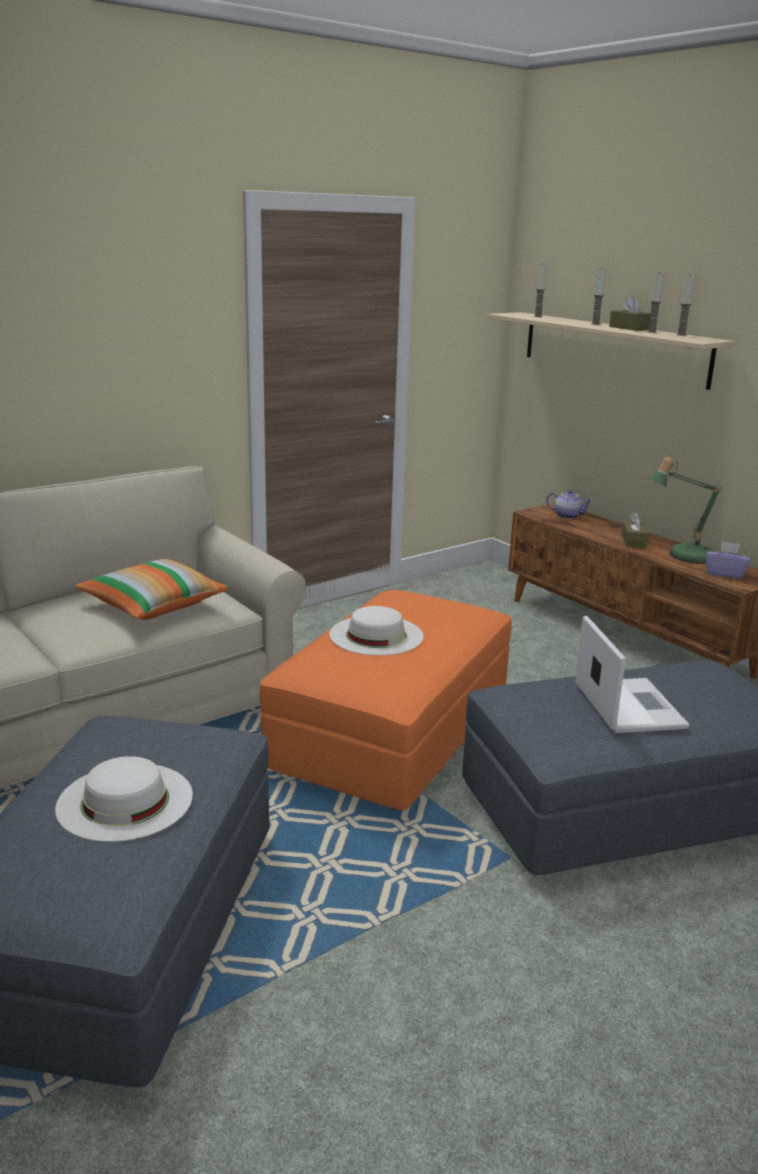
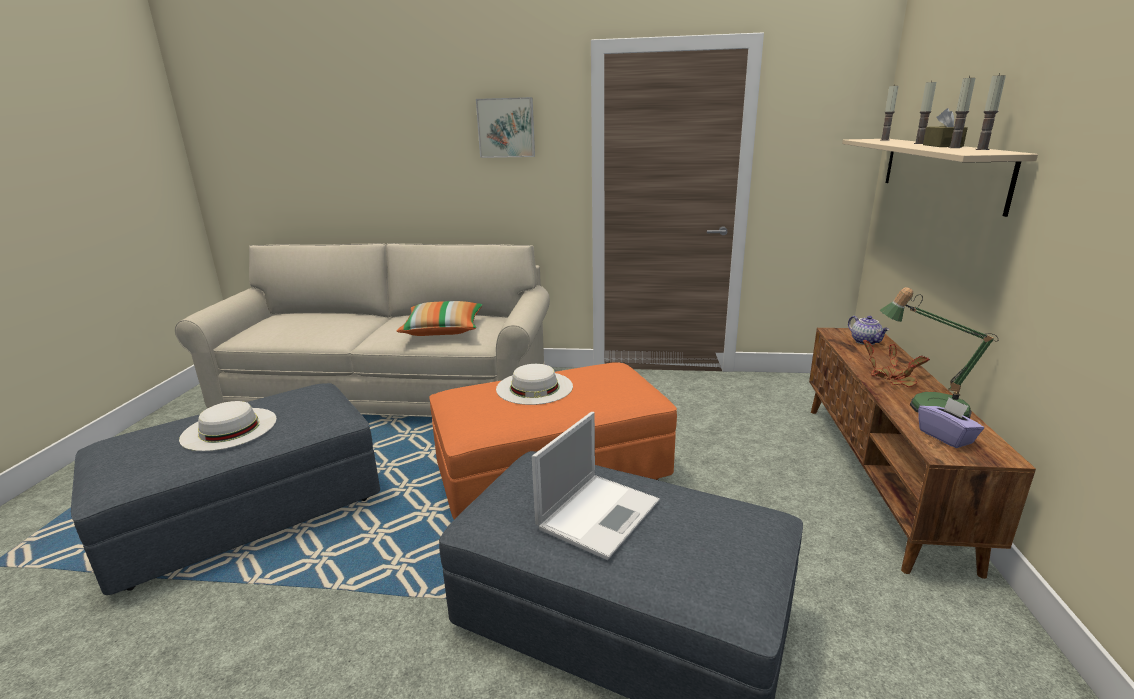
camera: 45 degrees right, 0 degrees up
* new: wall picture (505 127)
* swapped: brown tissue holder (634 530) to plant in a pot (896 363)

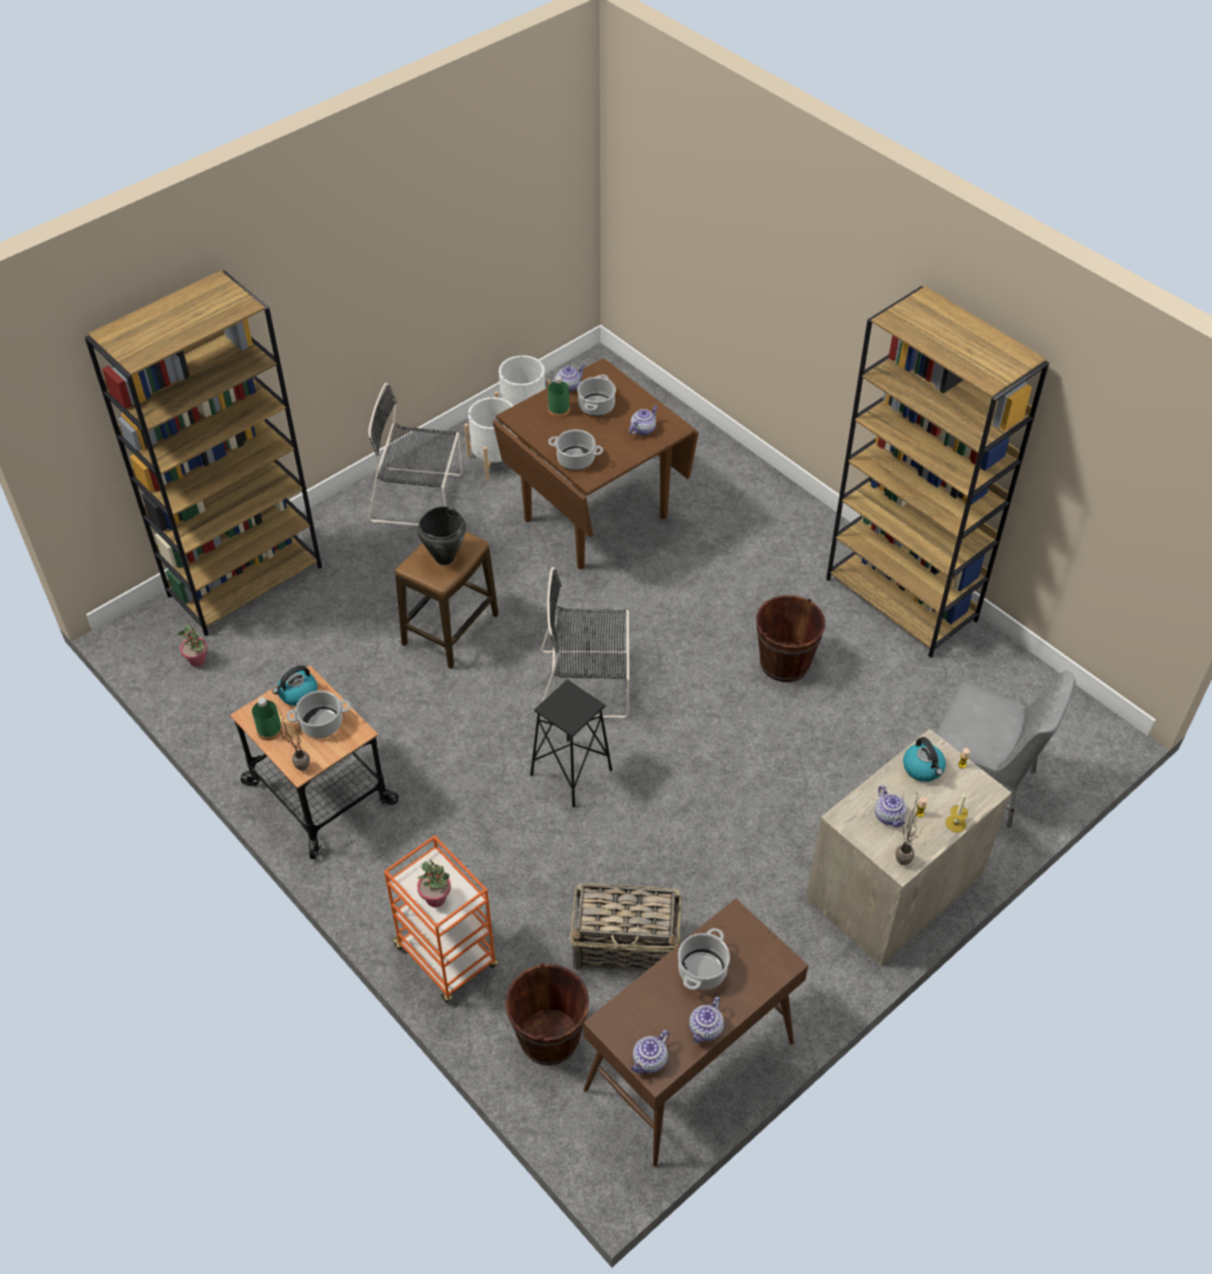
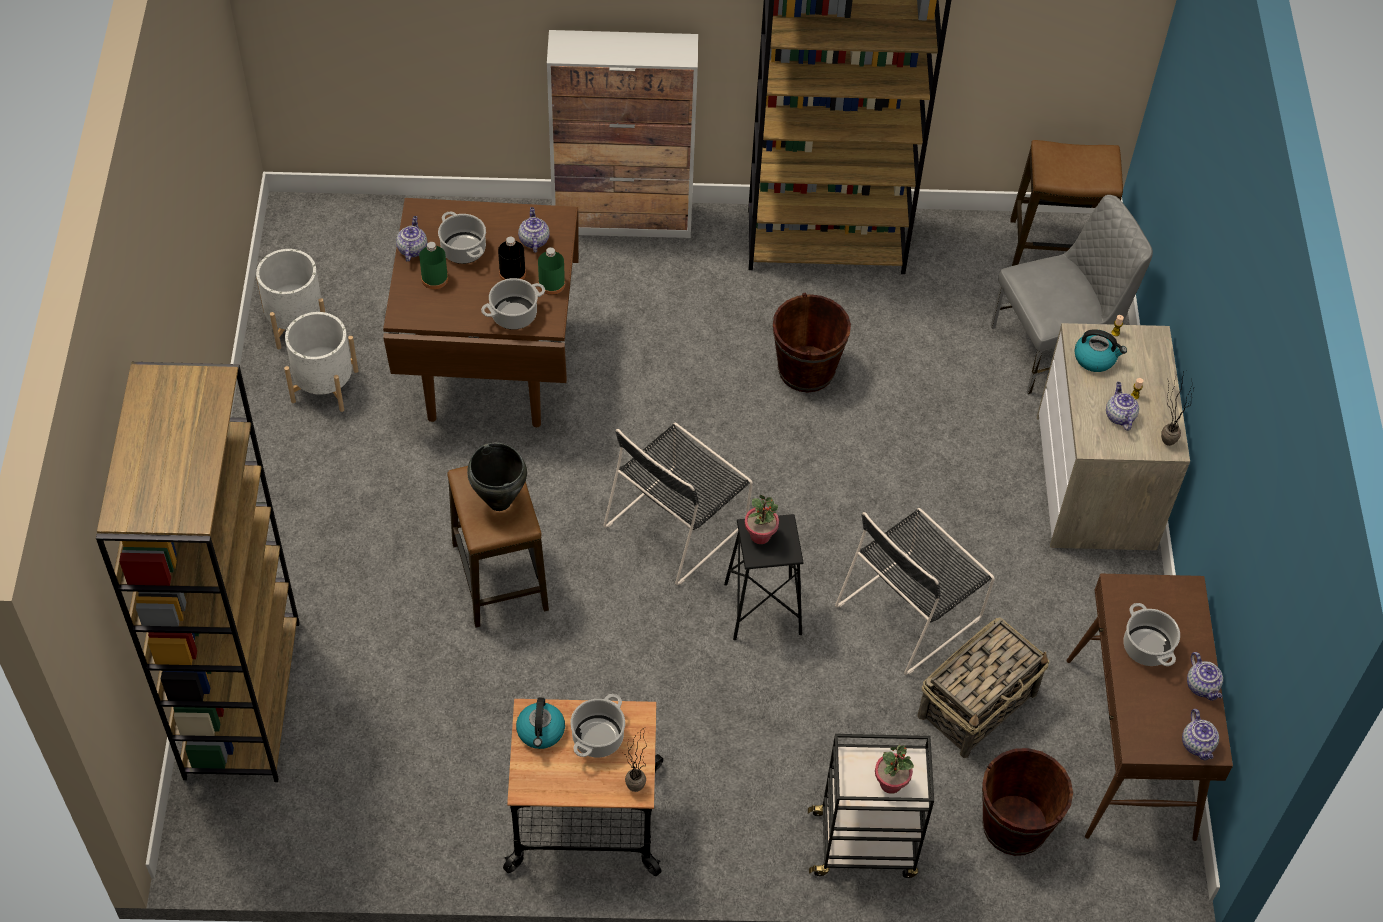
camera: 50 degrees left, 5 degrees up
* new: black beverage bottle (512 258)
* shifted: green-coloured beverage bottle (267 719) to (551 271)
* new: storage cabinet (622 134)
* shifted: plant in a pot (193 646) to (762 519)
* repainted: orange-coloured trolley (441 919) to black trolley (871 806)
* shifted: black upright chair (415 454) to (915 591)
* new: sitting stool (1066 203)
* rotated: pot for tea (891 806) = (1122 406) 120 degrees counterclockwise
* gone: wax candle (956 812)

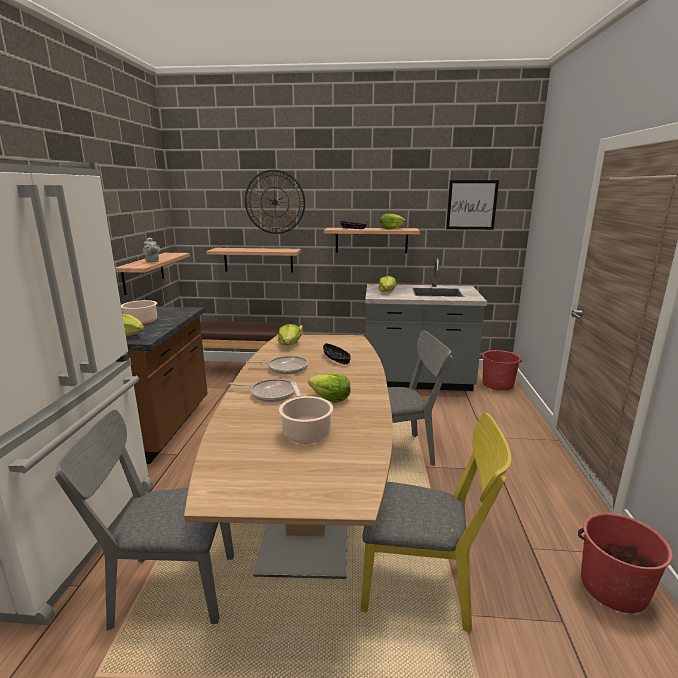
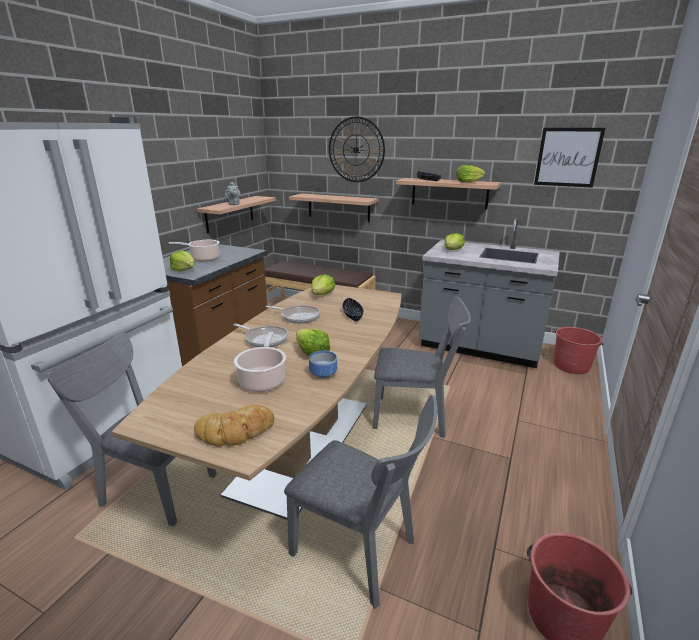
camera: 20 degrees right, 5 degrees up
* new: bread (234 425)
* repainted: yellow upright chair (435 524) to greyish upright chair (361 502)
* new: bowl (323 365)

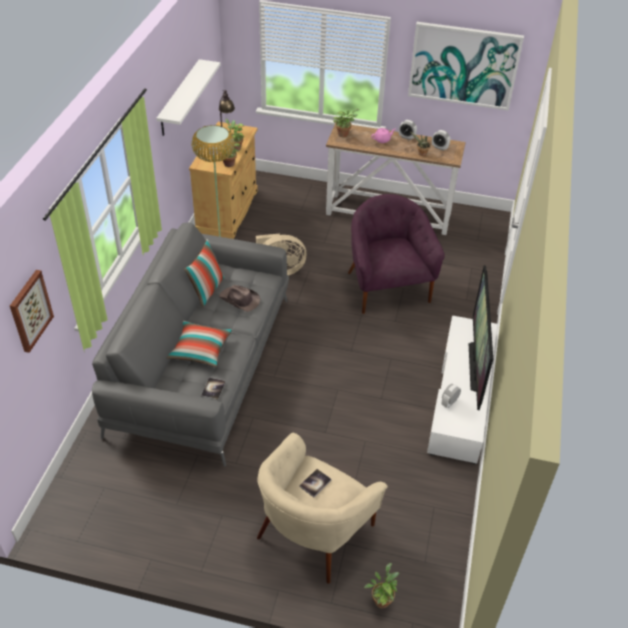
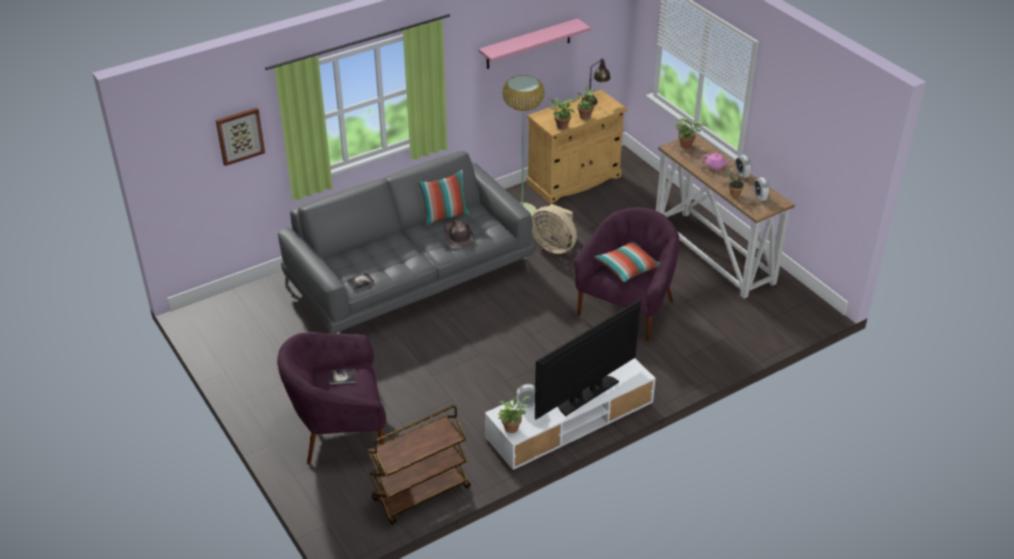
camera: 45 degrees right, 5 degrees down
* repainted: beige-coloured armchair (322 508) to purple-coloured armchair (331 398)
* new: brown trolley (419 465)
* repainted: white shelf (188 97) to pinkish shelf (535 43)
* shifted: plant in a pot (381 585) to (514 414)
* shifted: pillow (199 344) to (627 262)
* gone: wall picture (466 66)

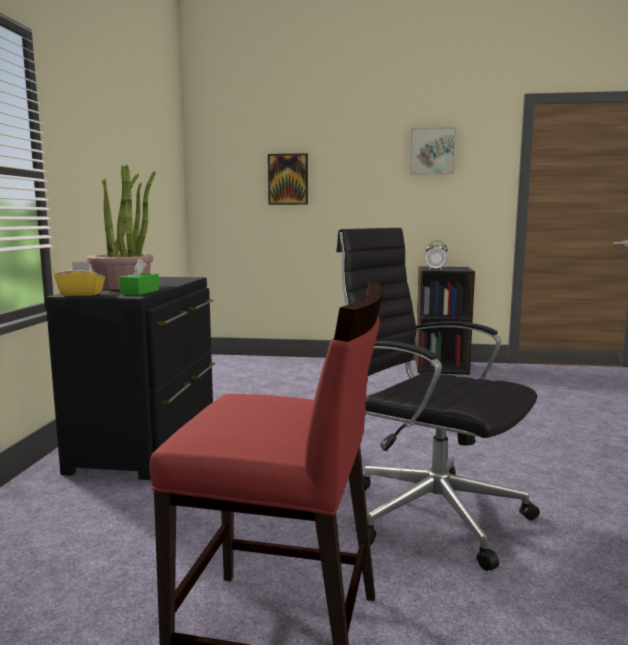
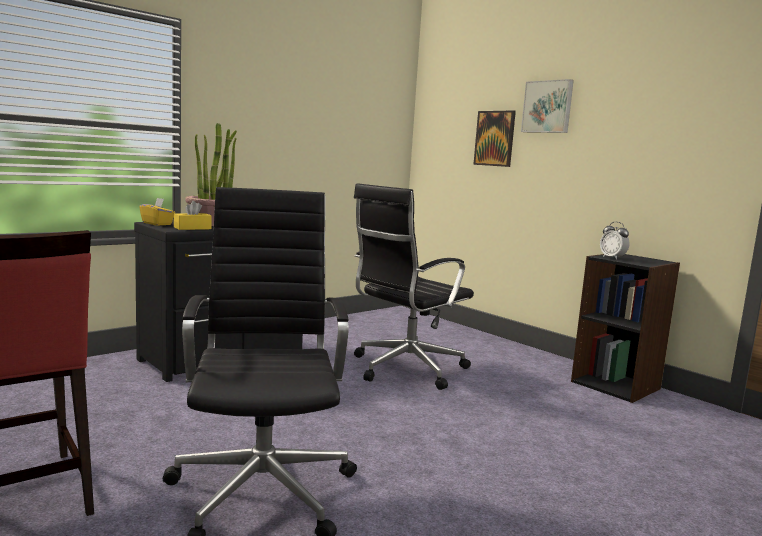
camera: 40 degrees right, 0 degrees up
* repainted: green-coloured tissue holder (139 277) to yellow tissue holder (193 215)
* new: black computer chair (414 286)
* shifted: wall picture (432 150) to (547 106)

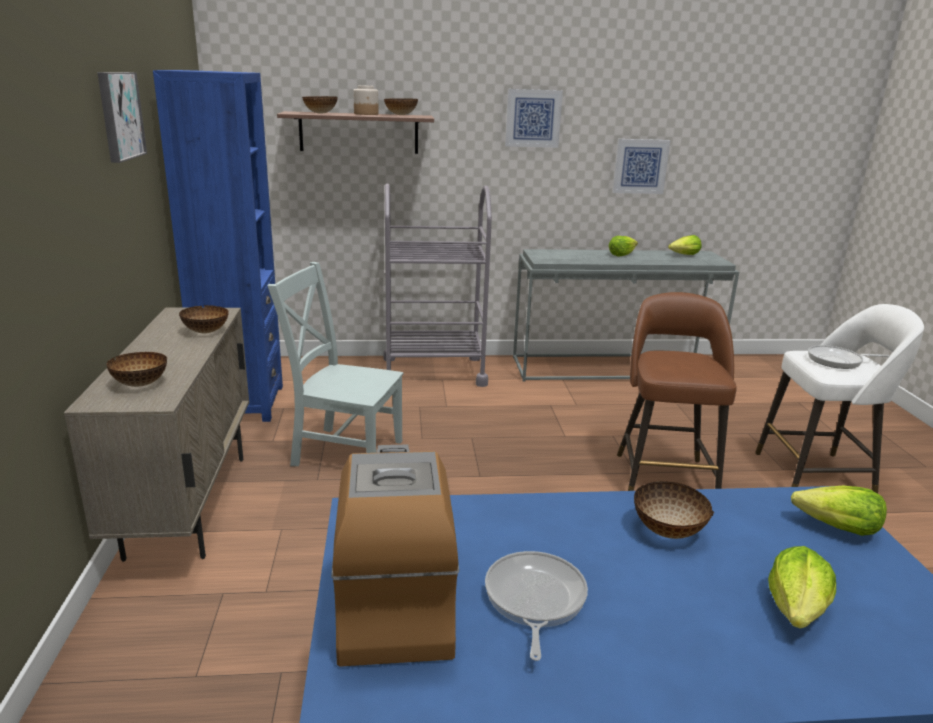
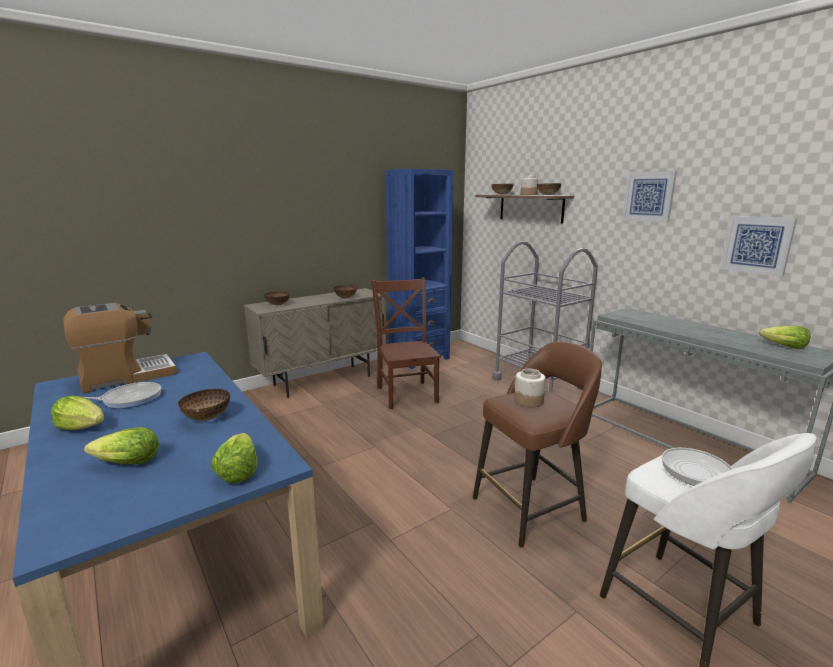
camera: 60 degrees right, 5 degrees down
* shifted: head of lettuce (623 246) to (77 412)
* repainted: greyish upright chair (335 364) to brown upright chair (406 343)
* new: preserve jar (530 388)
* gone: wall picture (122 117)

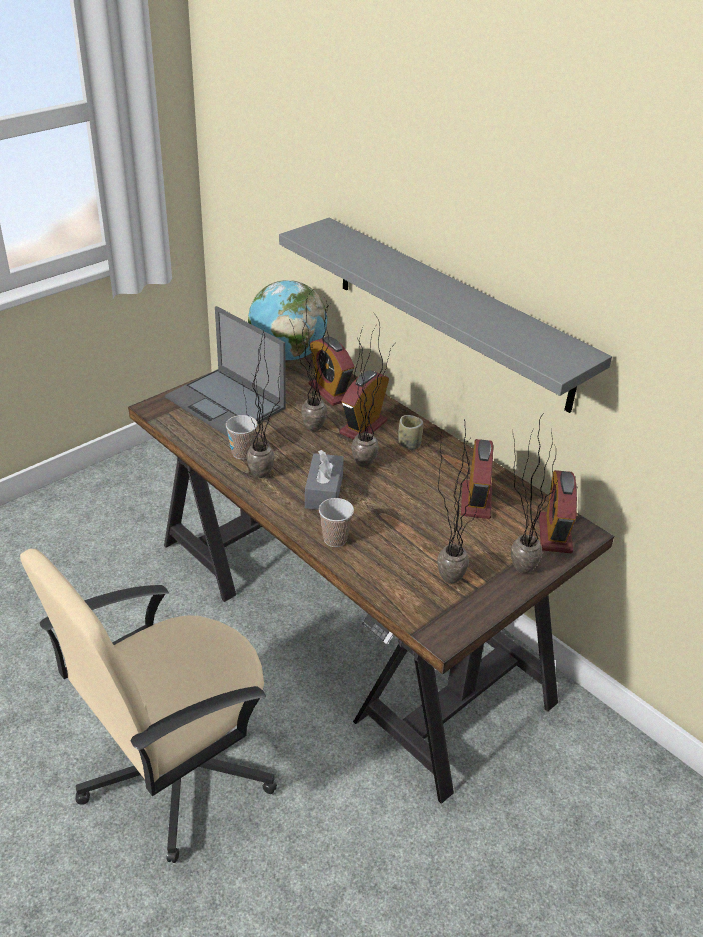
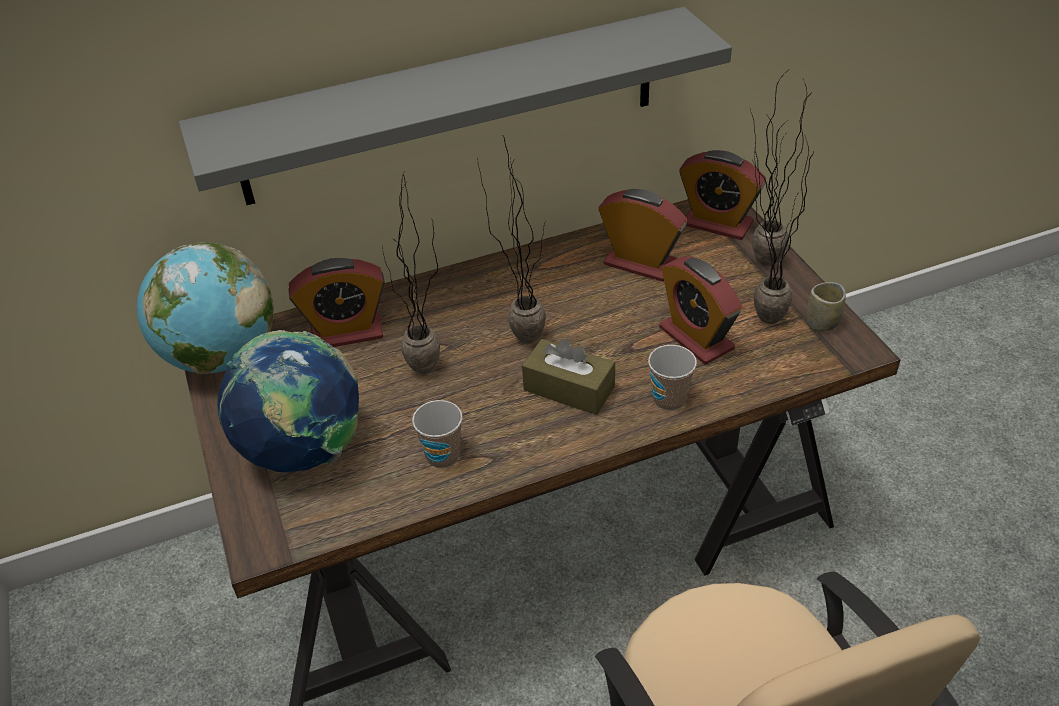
camera: 65 degrees left, 5 degrees up
* swapped: portable computer (225 371) to world globe (288 401)
* repainted: greyish tissue holder (324 480) to brown tissue holder (568 377)
* shifted: bedside clock (364 405) to (700 311)
* shifted: small cup (410 432) to (826 307)
* gone: plant in a pot (261 404)

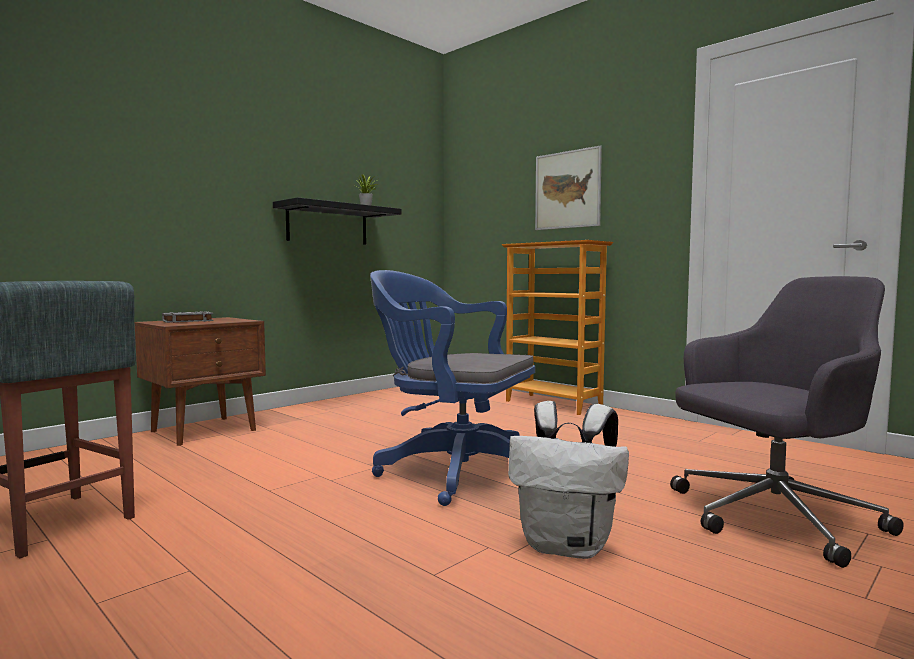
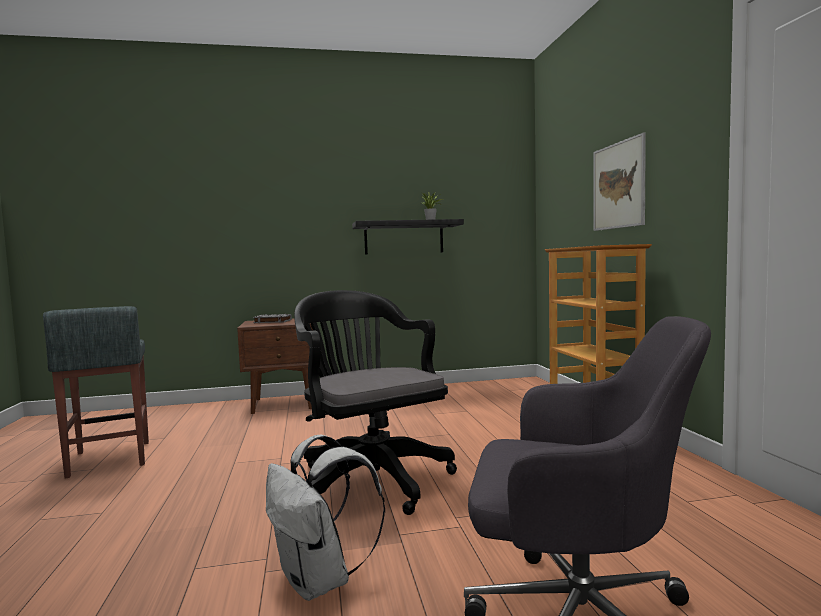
camera: 35 degrees right, 0 degrees up
* repainted: blue computer chair (452 388) to black computer chair (375 402)

